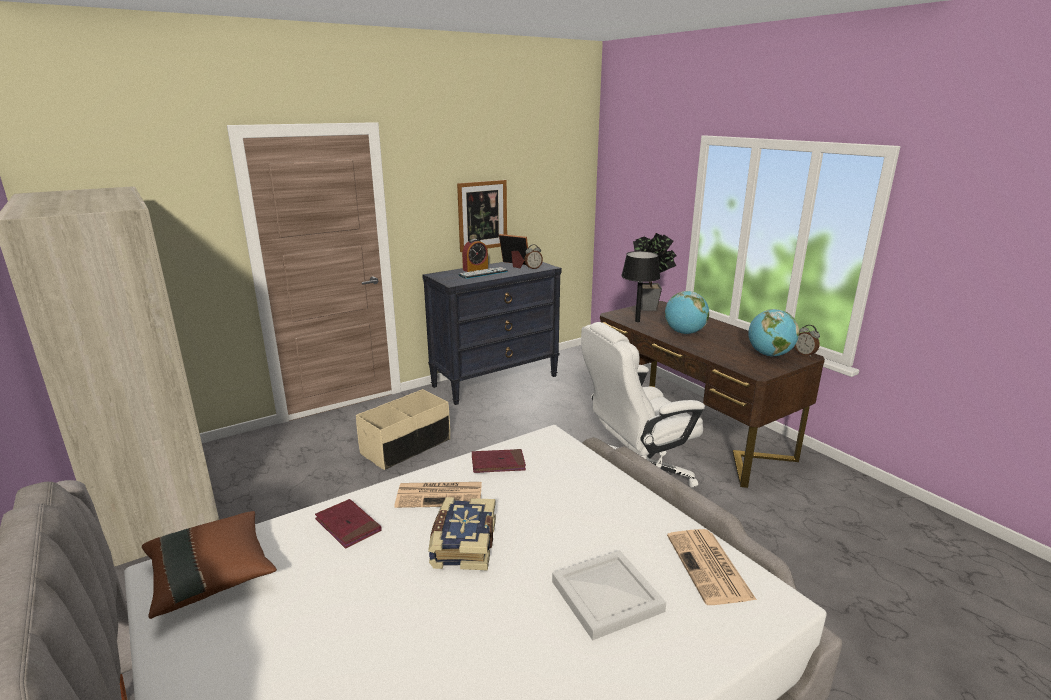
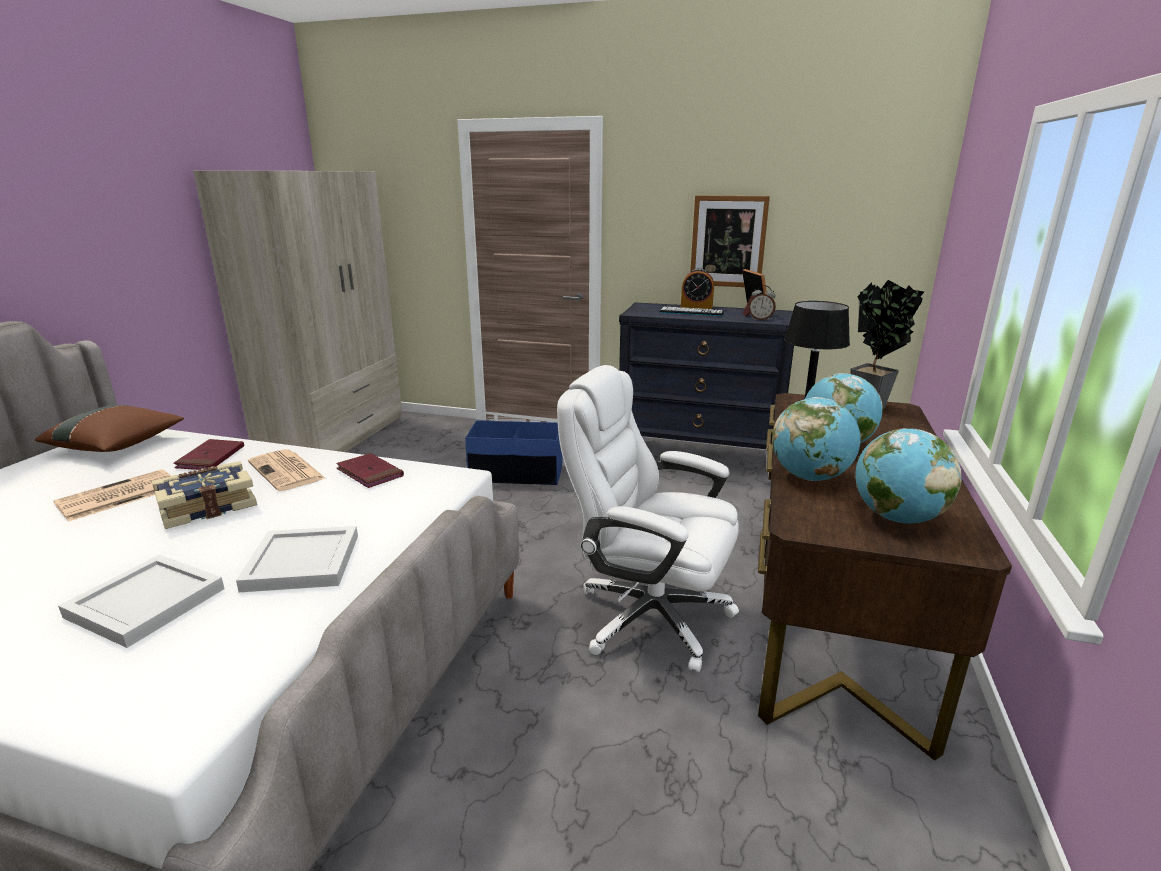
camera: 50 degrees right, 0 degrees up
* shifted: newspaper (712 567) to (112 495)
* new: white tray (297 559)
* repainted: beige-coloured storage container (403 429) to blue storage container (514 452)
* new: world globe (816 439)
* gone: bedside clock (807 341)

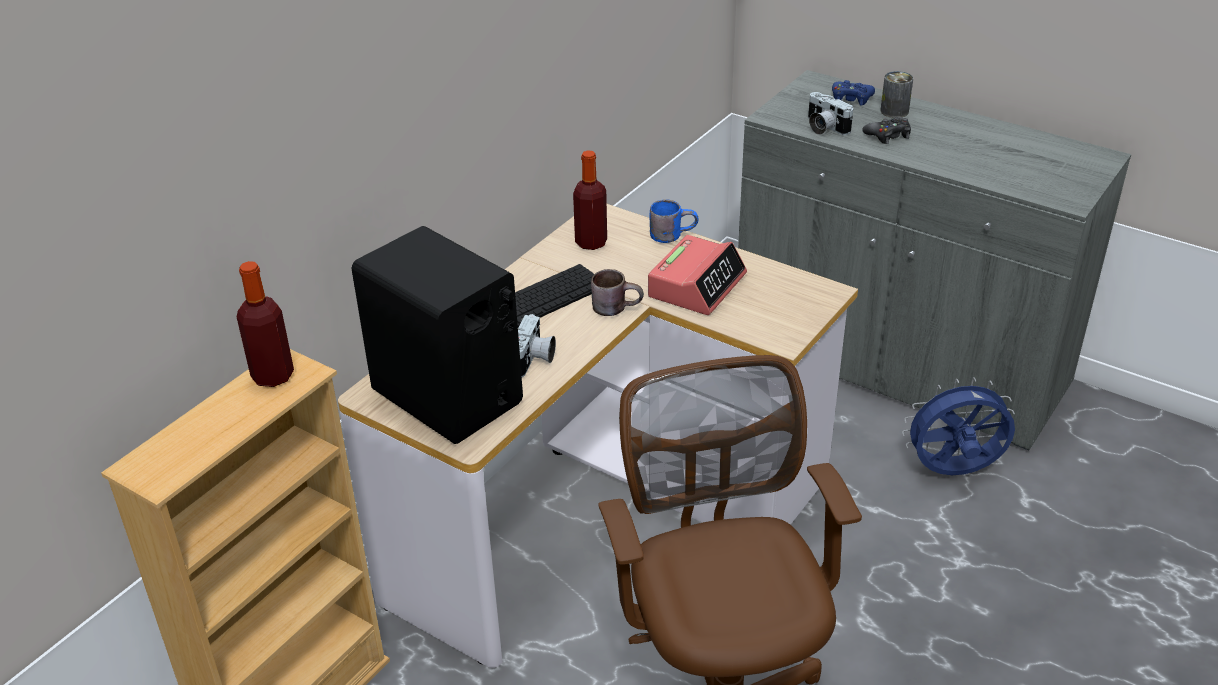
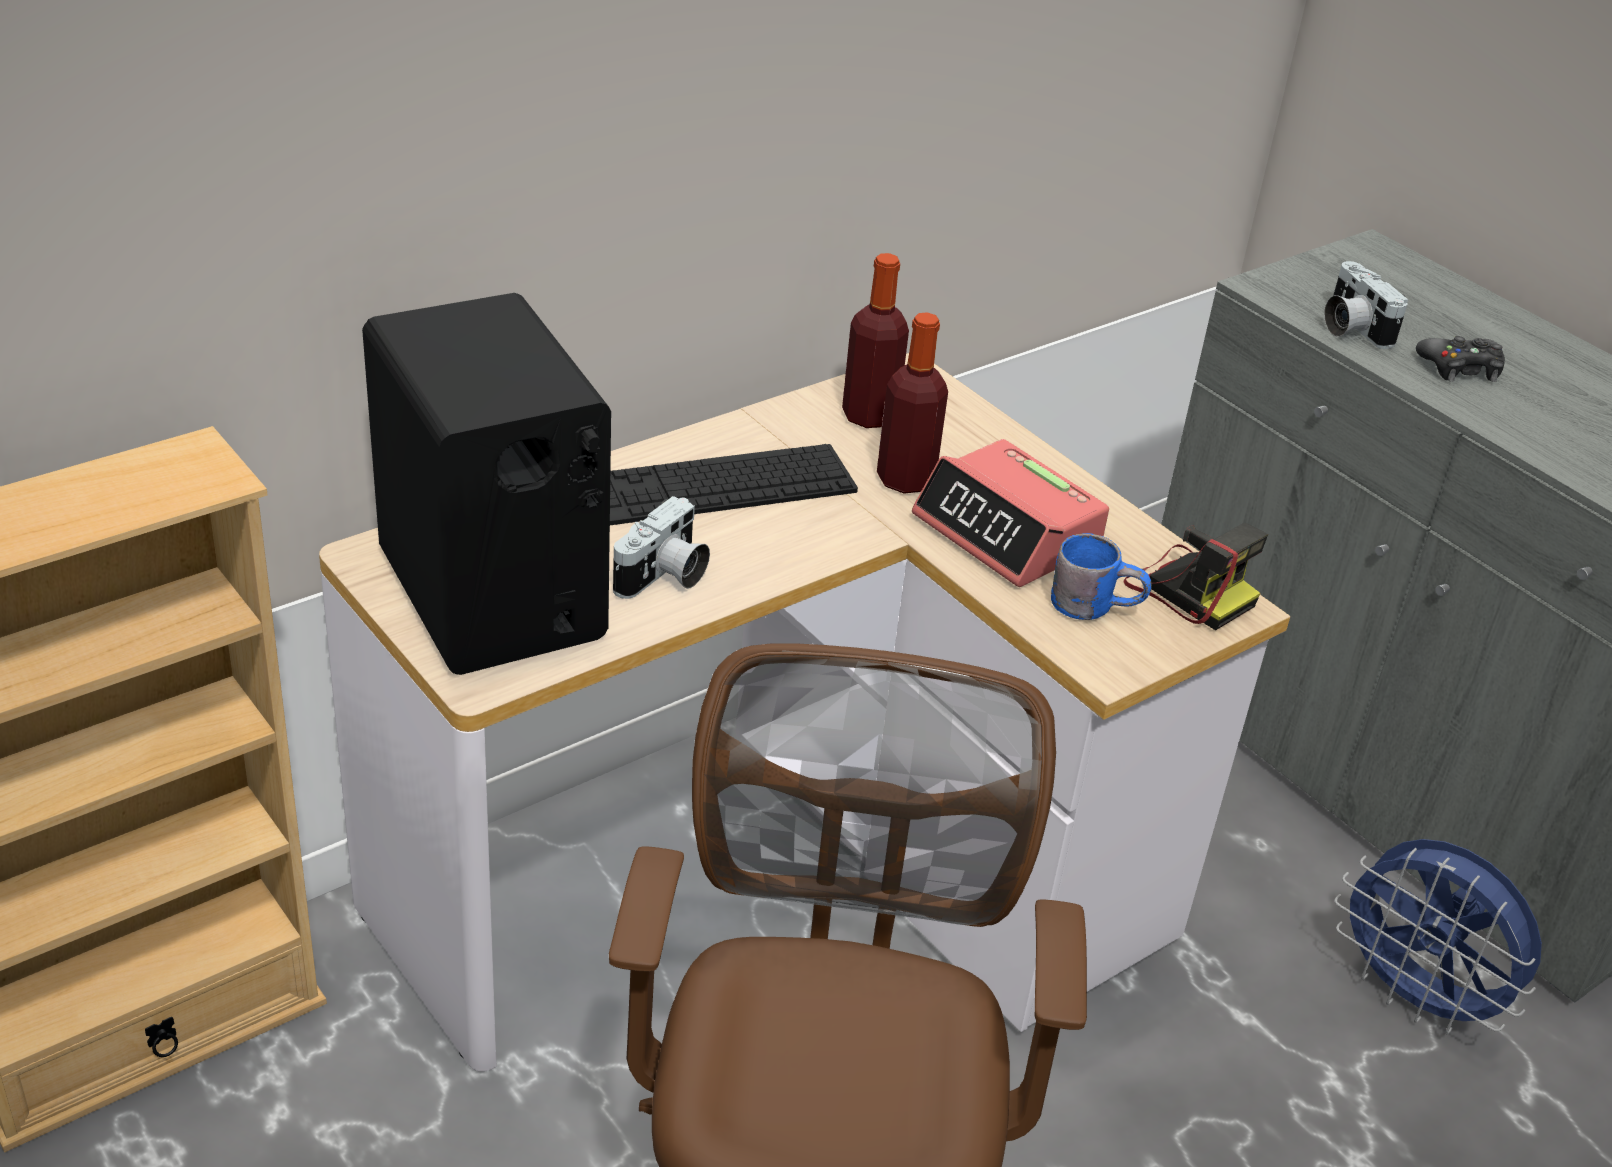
camera: 15 degrees right, 0 degrees up
* shifted: beverage bottle (265 324) to (912 403)
* rotated: bedside clock (697 275) = (1010 513) 90 degrees clockwise
* shifted: blue mug (673 221) to (1101 576)
* new: photo camera (1195 576)
* rotated: blue cooling fan (958 426) = (1438 937) 150 degrees counterclockwise
* gone: brown mug (617 292)
* gone: blue game controller (853 93)
* gone: sealed can (896 94)

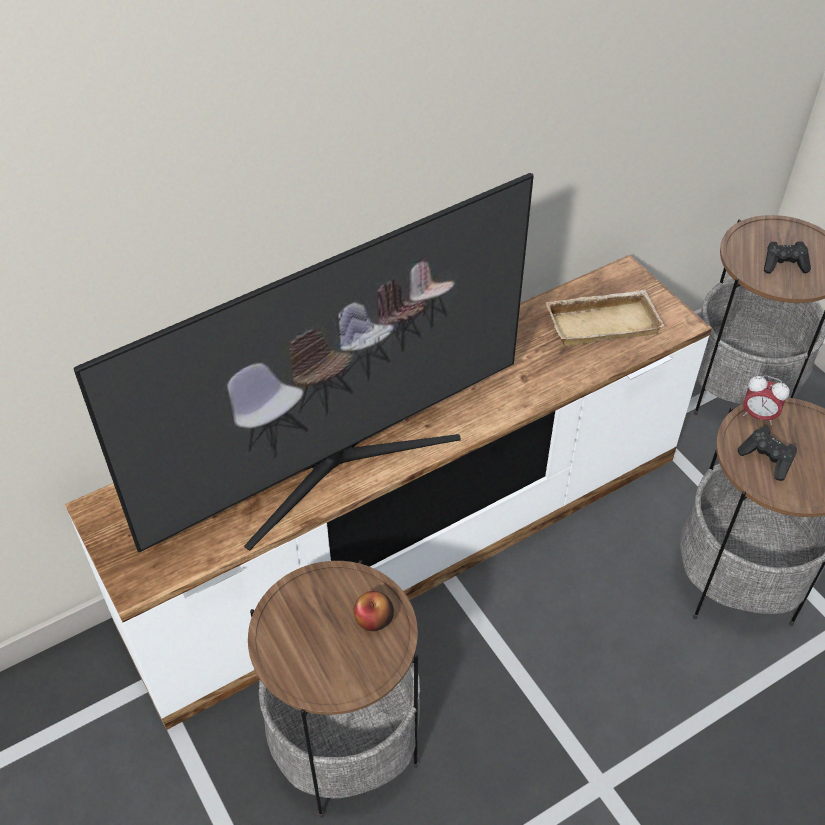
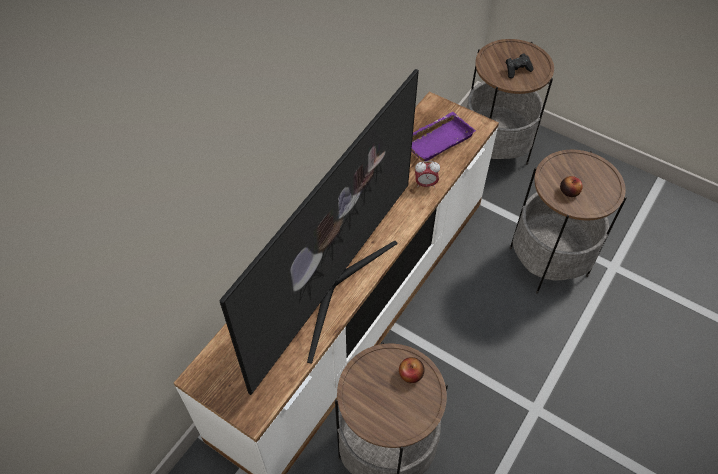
camera: 25 degrees left, 5 degrees up
* repainted: beige-coloured tray (604 318) to purple-coloured tray (443 136)
* shifted: bedside clock (766 400) to (427 174)
* swapped: black game controller (767 454) to whole apple (571 186)

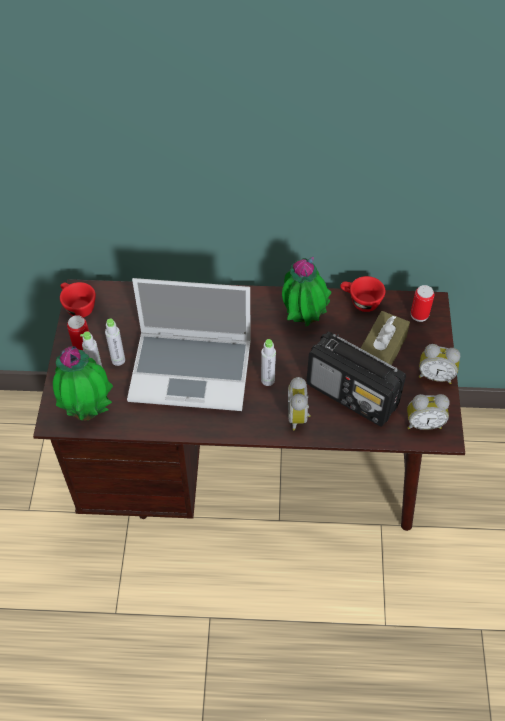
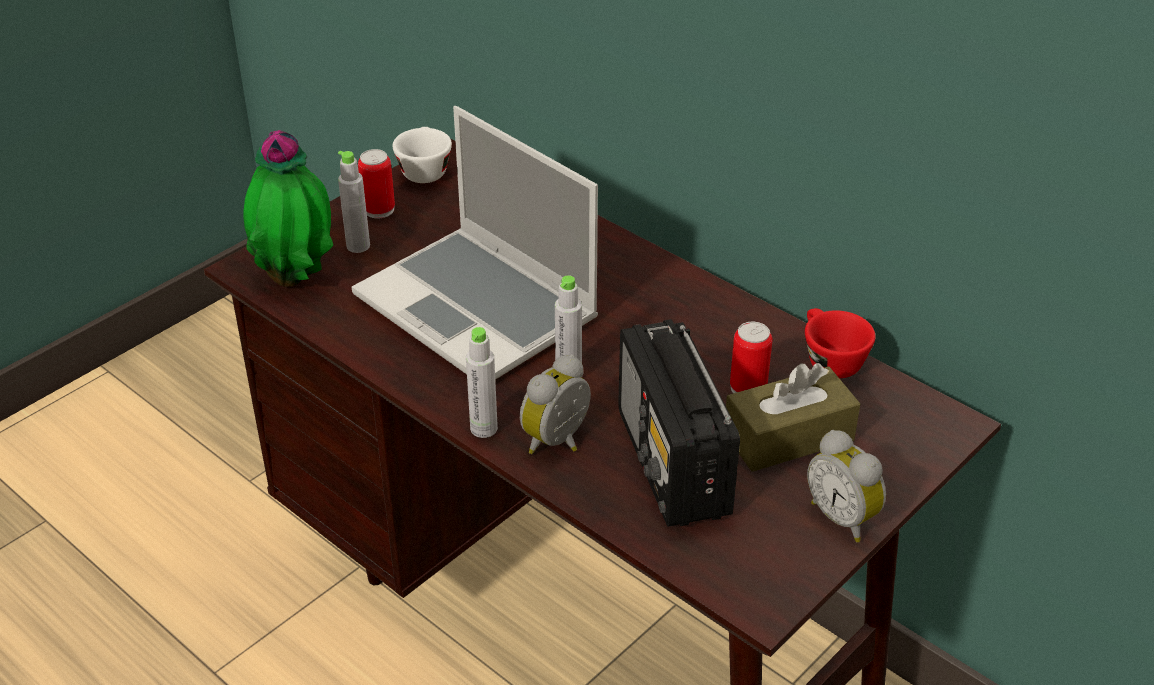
camera: 40 degrees right, 15 degrees down
* repainted: red small cup (78 300) to white small cup (422 155)
* shifted: greyish beverage bottle (115 342) to (482 382)
* shifted: sealed can (422 303) to (751 357)
* gone: plant in a pot (307 292)
* gone: bedside clock (428 412)

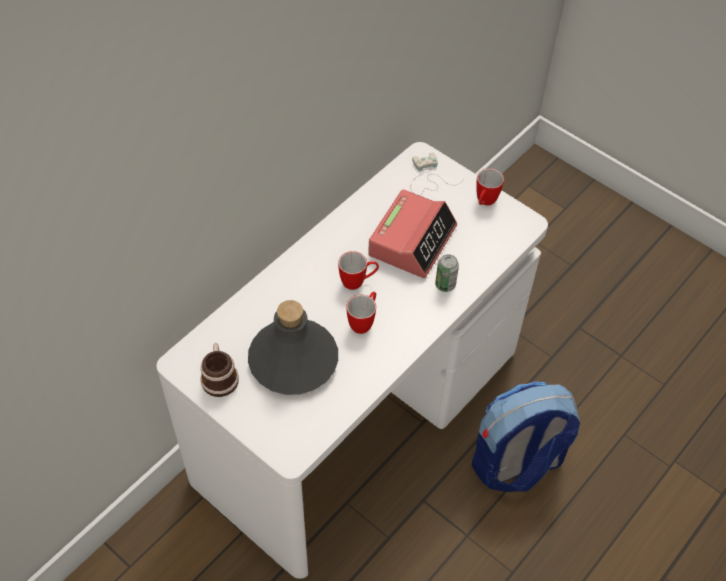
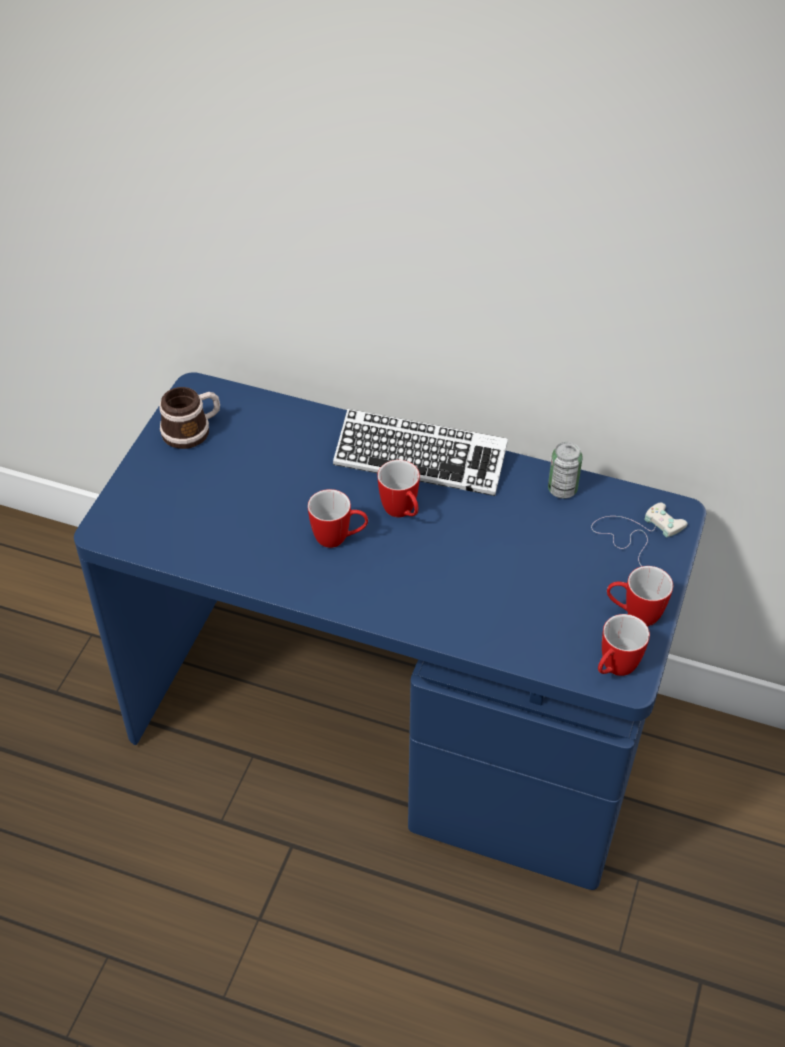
camera: 70 degrees right, 5 degrees down
* repainted: white desk (352 360) to blue desk (390 631)
* new: keyboard (420 452)
* shifted: sealed can (447 273) to (565 470)
* new: mug (624 645)
* gone: greyish beverage bottle (293 347)
* gone: bedside clock (412 233)
* gone: rucksack (526 437)

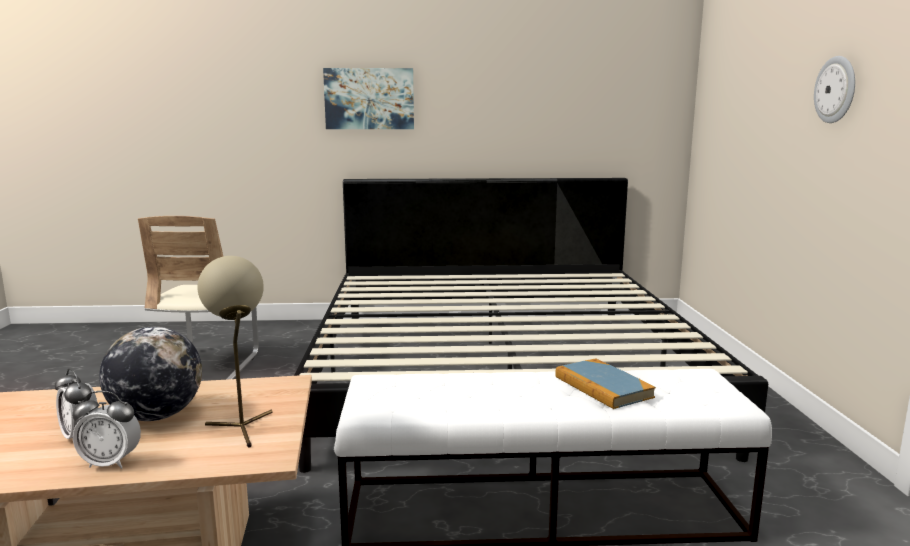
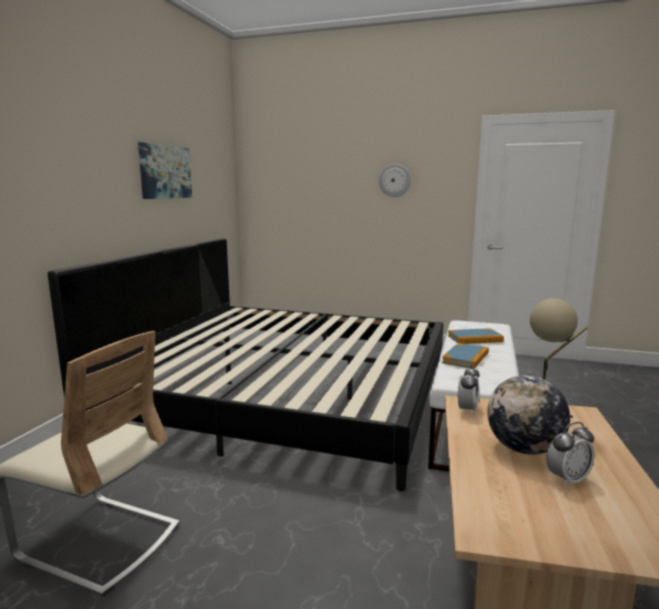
camera: 70 degrees left, 0 degrees up
* shifted: wall picture (368 98) to (165 170)
* new: book (465 356)
* shifted: bedside clock (106 430) to (469 389)

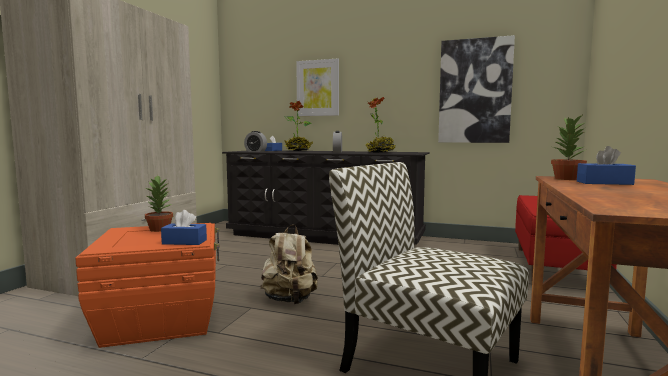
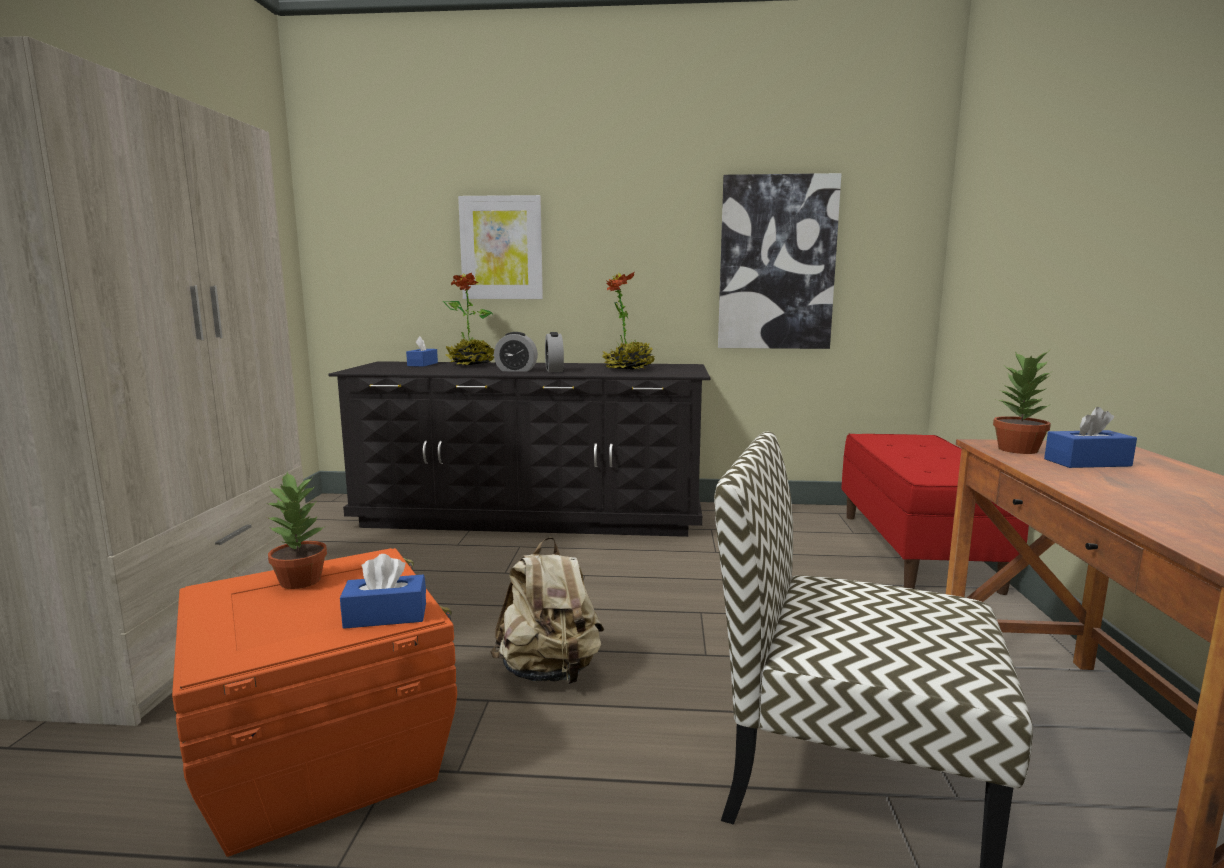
camera: 15 degrees left, 5 degrees up
* shifted: bedside clock (255 141) to (516 352)

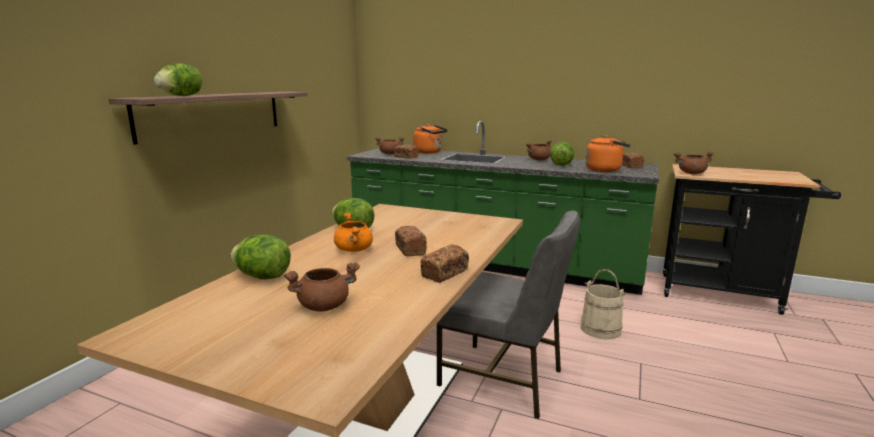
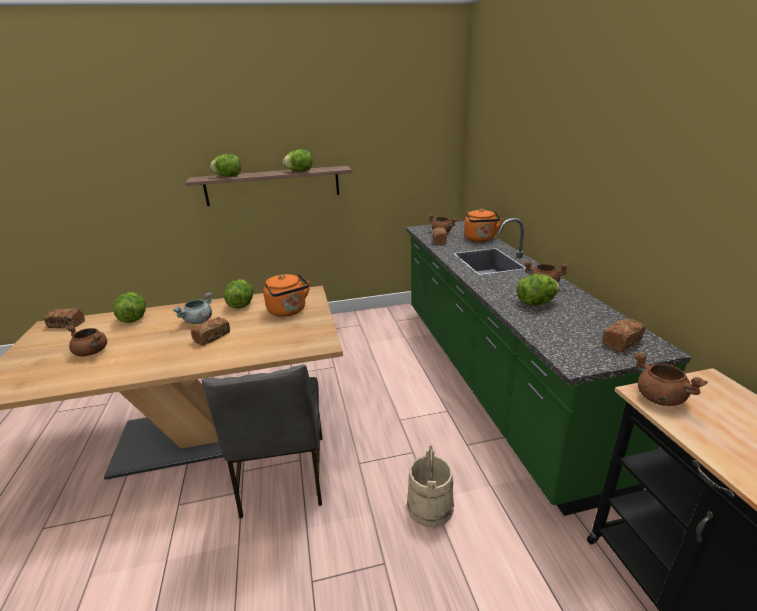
camera: 55 degrees right, 10 degrees up
* shifted: bread (444 264) to (64 318)
* repainted: orange-coloured stockpot (353 232) to greyish stockpot (192 308)
* shifted: orange-coloured water kettle (607 154) to (286 295)
* new: head of lettuce (297 160)

